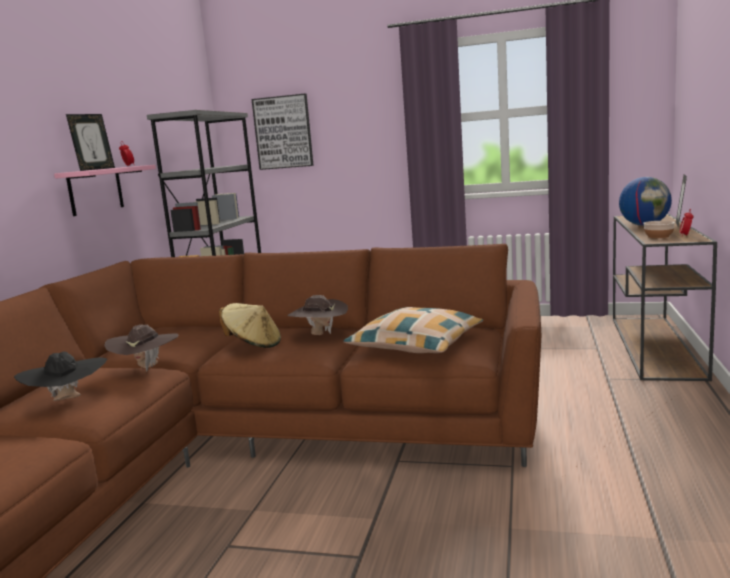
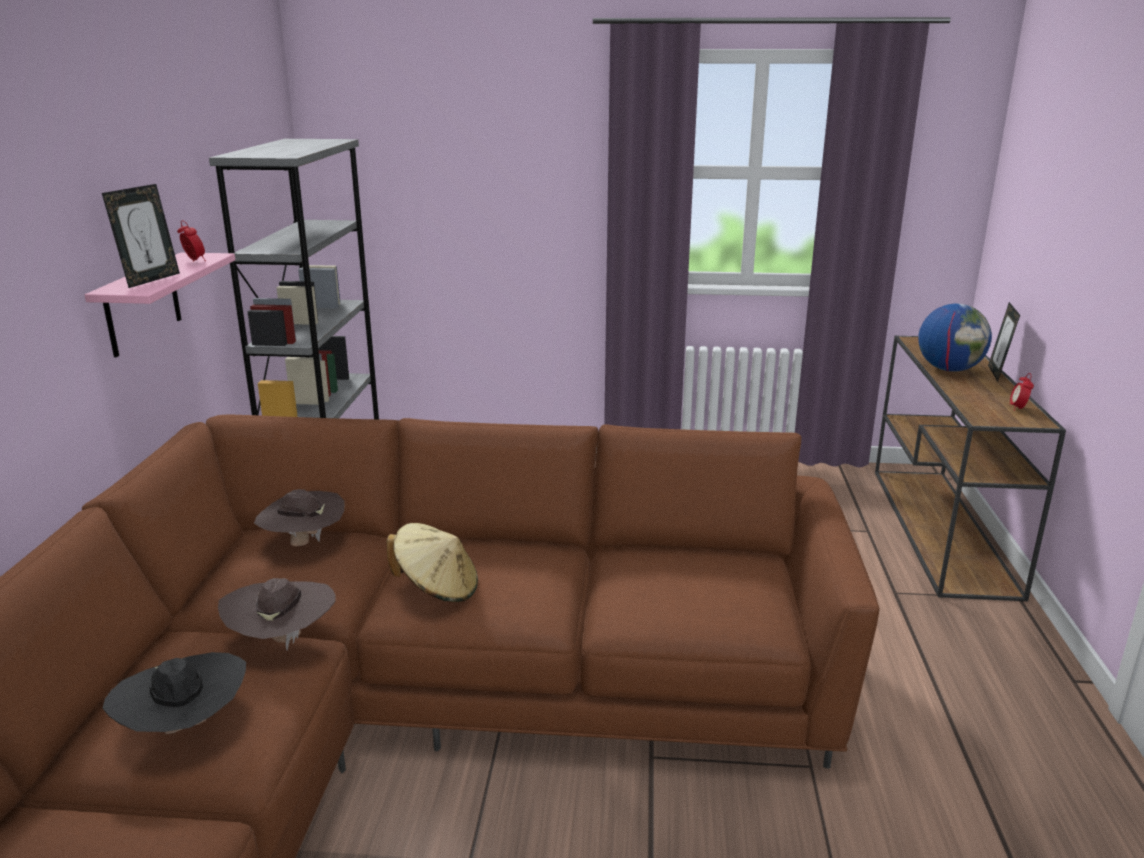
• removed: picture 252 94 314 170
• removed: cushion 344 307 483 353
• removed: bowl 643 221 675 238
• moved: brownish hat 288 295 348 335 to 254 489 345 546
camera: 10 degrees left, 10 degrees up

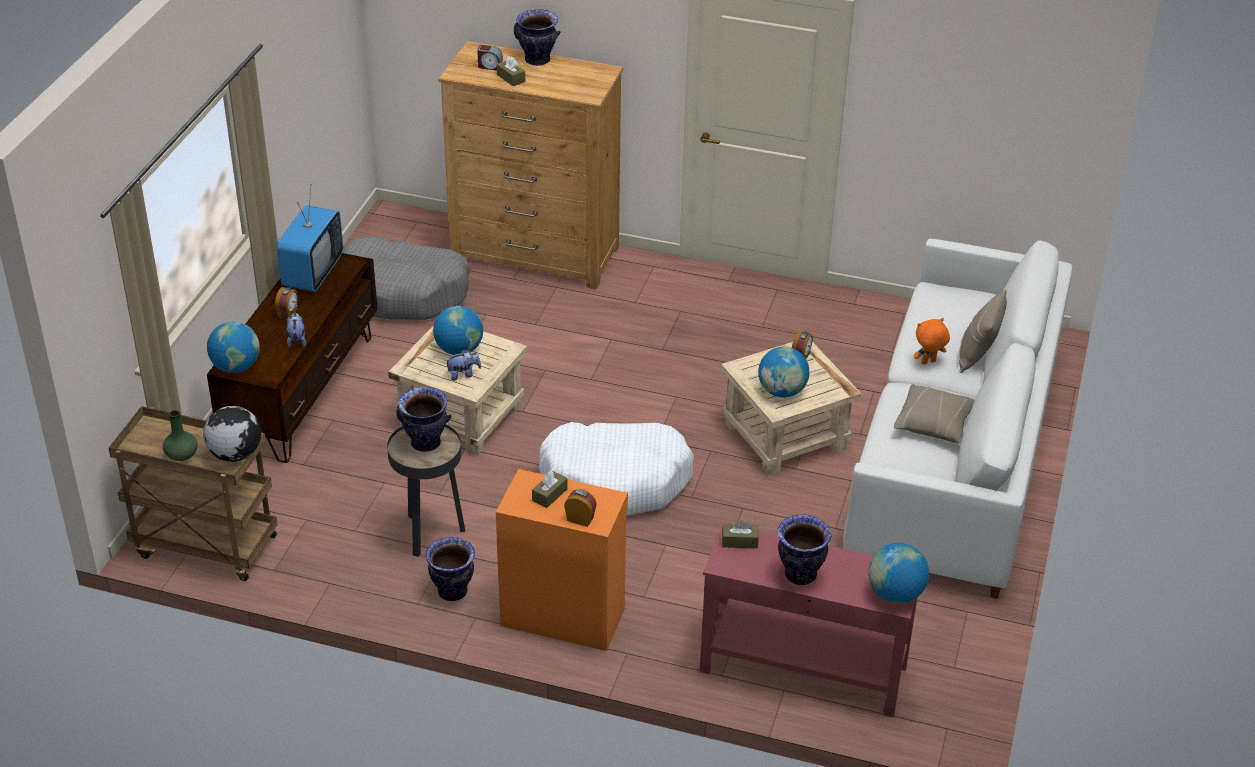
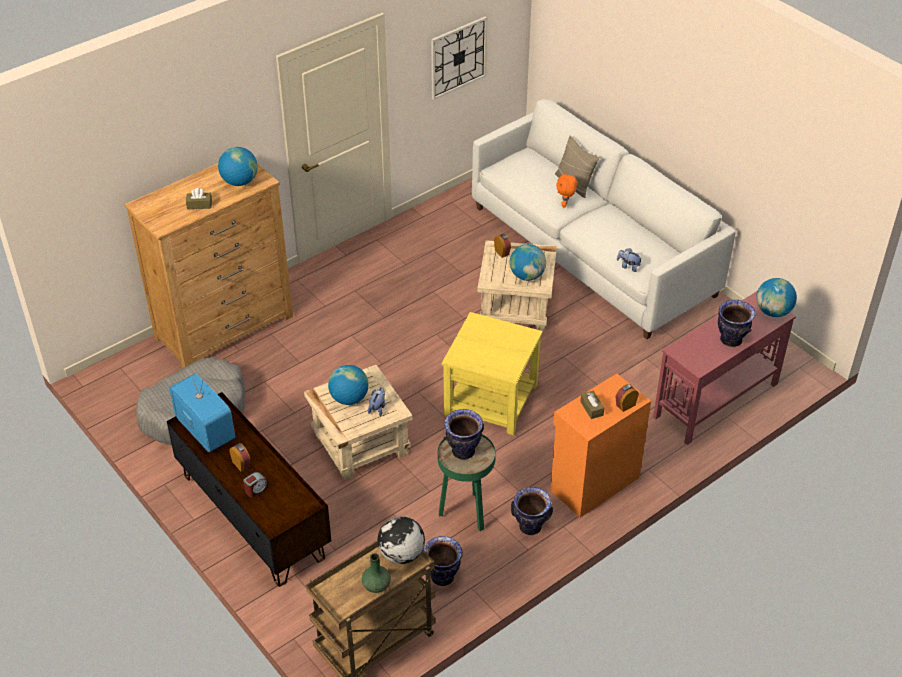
• removed: brownish tissue holder 722 520 759 549
• removed: beige cushion 894 384 975 443
• added: wall clock 431 16 487 100
• moved: desk globe 207 322 260 373 to 218 147 258 186
• moved: cuddly toy 286 313 306 348 to 617 248 643 272
• moved: table clock 477 45 503 70 to 243 472 268 498
• moved: vase 514 9 561 66 to 424 536 463 586
• replaced: white dog cushion 539 422 694 516 to yellowish side table 441 312 543 435
• recoloured: black side table 387 425 465 557 to green side table 438 434 495 531
camera: 55 degrees left, 5 degrees up

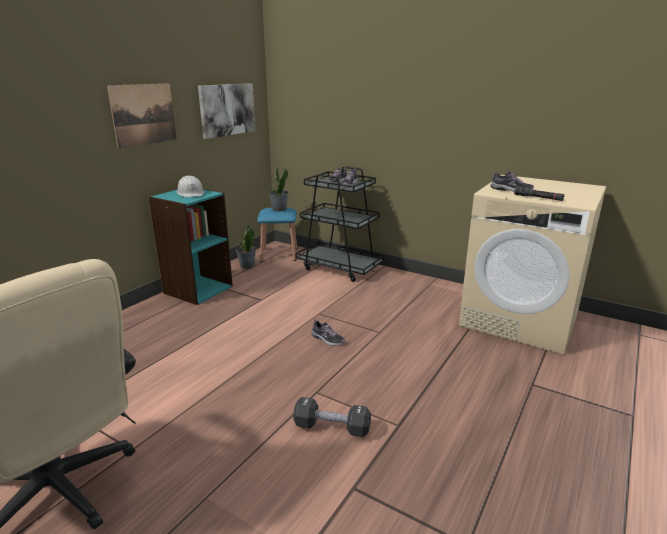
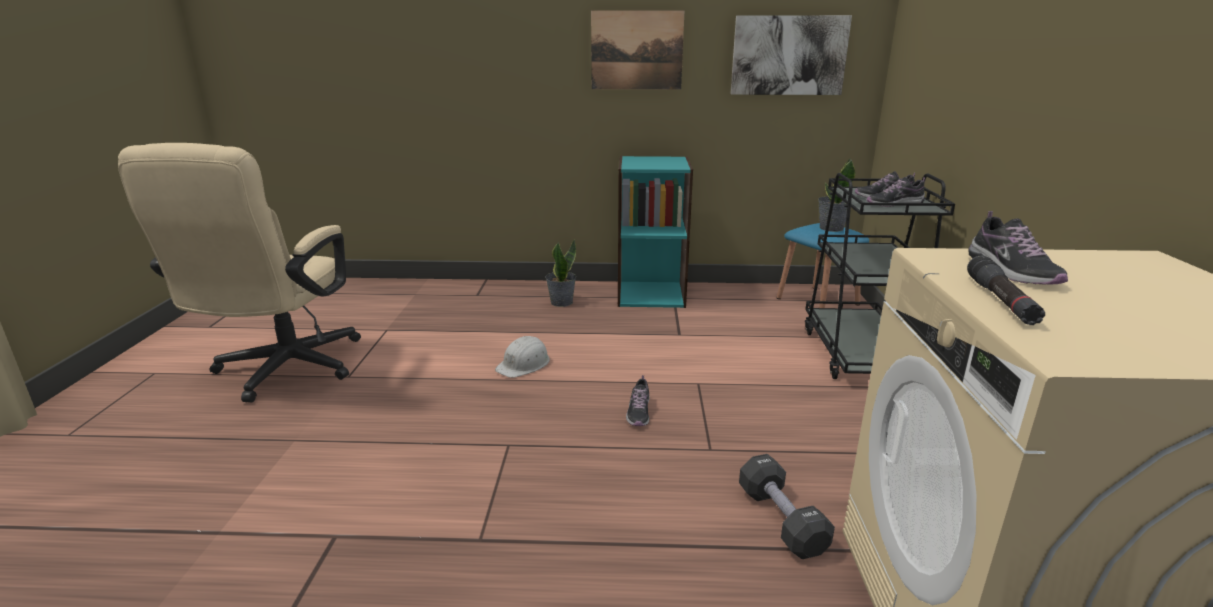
• moved: white safety helmet 177 175 204 197 to 495 336 550 378
• moved: potted plant 236 224 256 269 to 545 239 576 307
• moved: black hand weight 293 397 371 437 to 739 454 835 559
camera: 60 degrees right, 0 degrees up

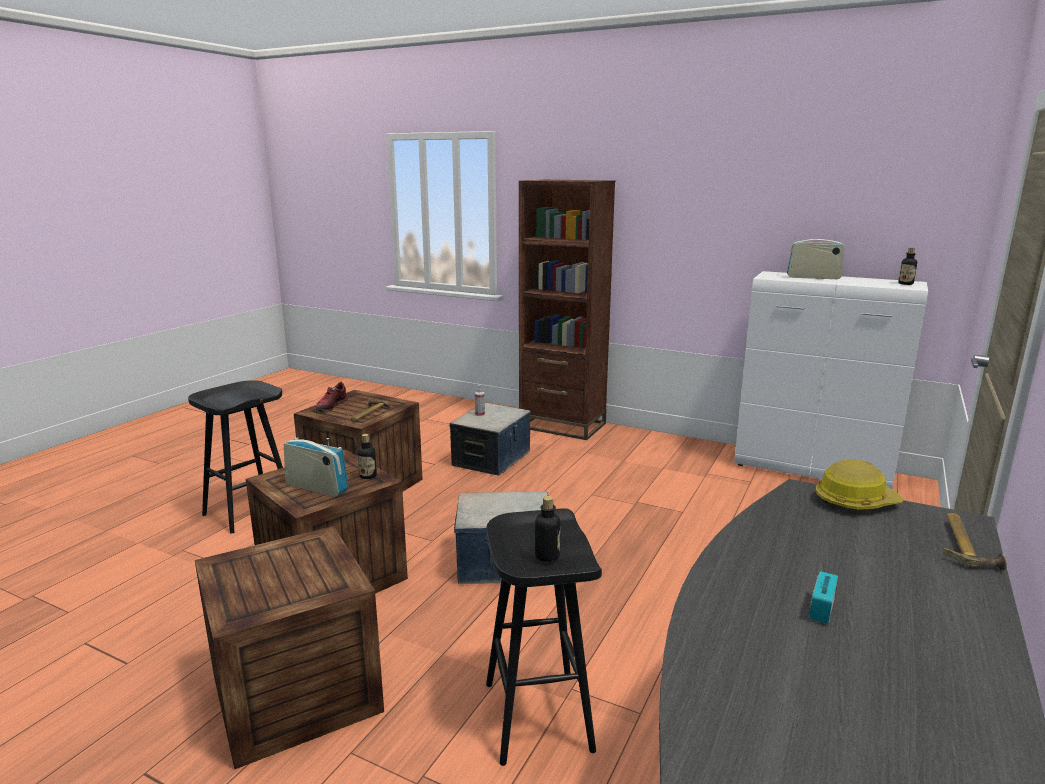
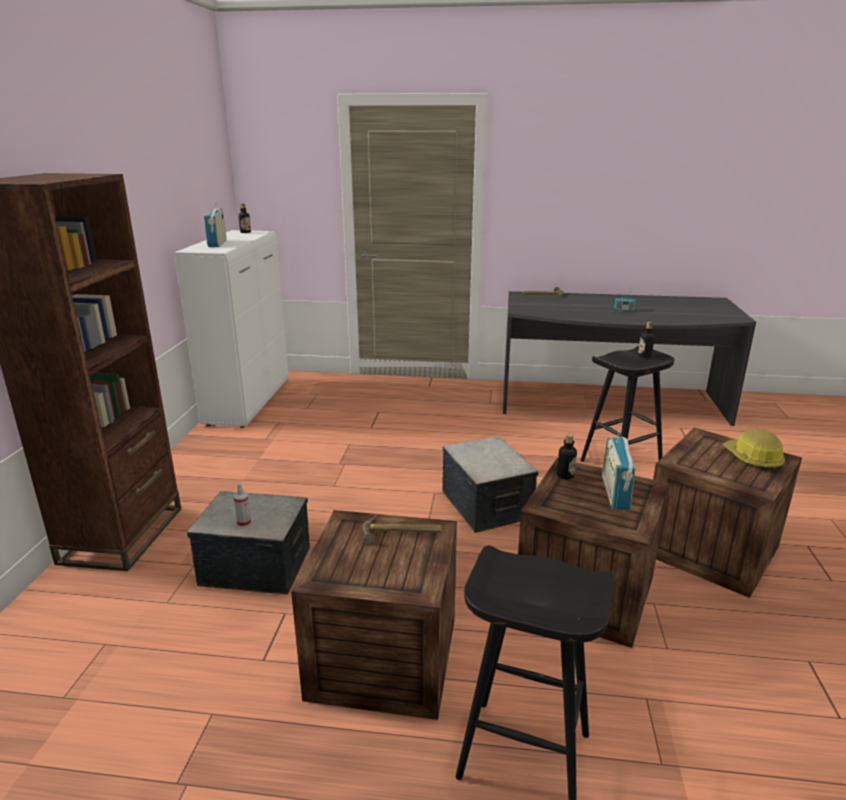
• removed: shoe 315 382 348 412
• moved: safety helmet 815 460 904 510 to 723 428 785 470
camera: 110 degrees left, 5 degrees up

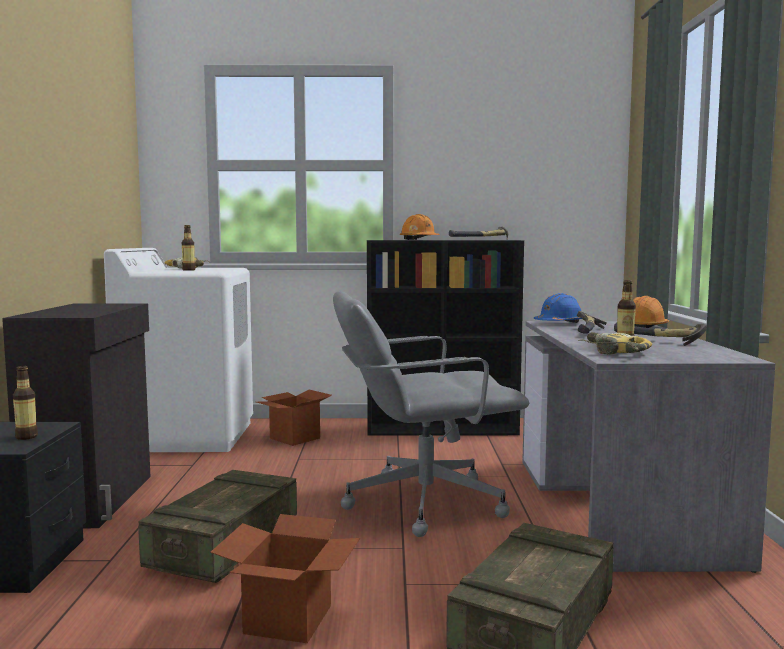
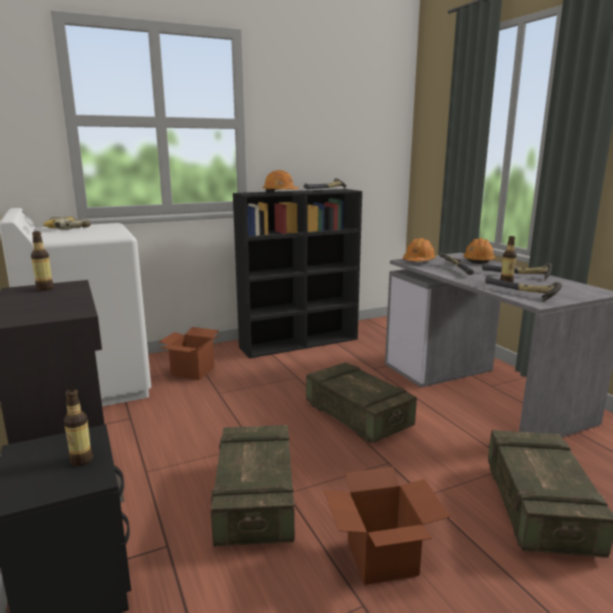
• moved: bottle 182 225 195 271 to 31 231 54 291
• replaced: grey computer chair 333 291 529 537 to shipping crate 306 362 417 443
• replaced: power drill 578 332 652 355 to hammer 485 275 562 302
• recoloured: bluish safety helmet 534 293 582 323 to orange safety helmet 403 238 436 262
camera: 25 degrees left, 10 degrees up

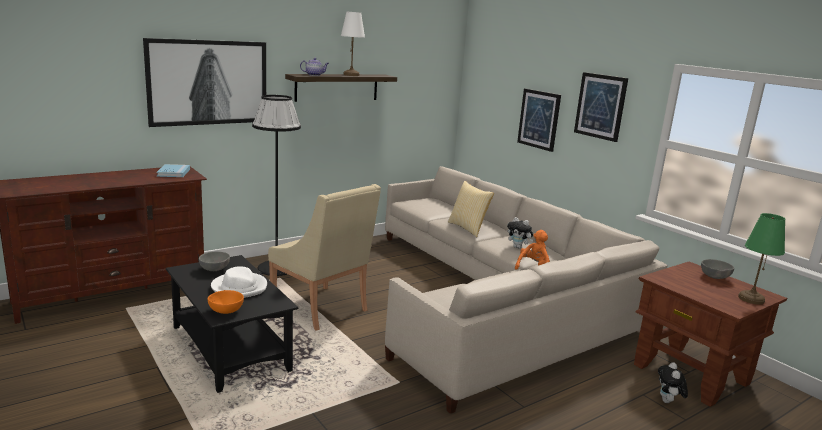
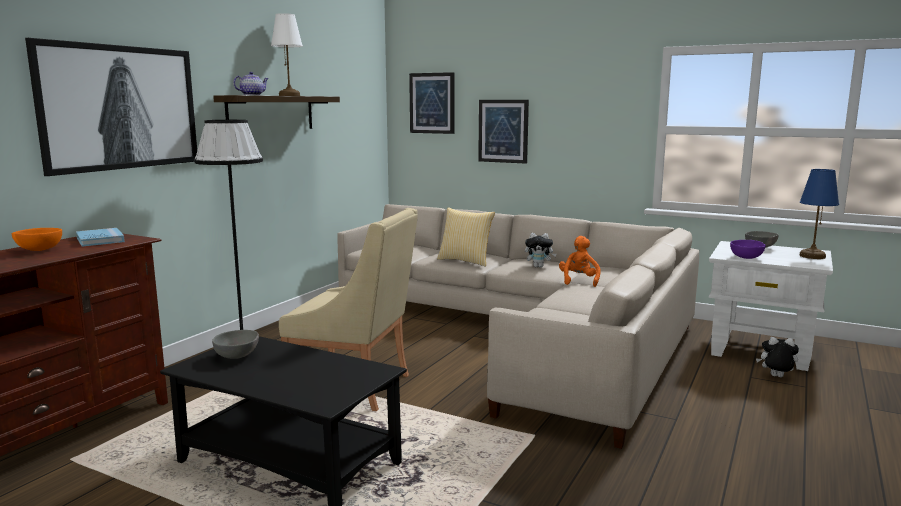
• removed: white hat 211 266 267 298
• added: purple-coloured bowl 730 240 766 259
• moved: orange bowl 207 290 244 314 to 11 228 62 251
• moved: picture 574 72 628 142 to 409 72 455 134
• recoloured: brownish side table 634 262 787 407 to white side table 709 241 833 371
• recoloured: green table lamp 738 213 785 305 to bluish table lamp 799 169 839 259
• turned: cuddly toy 658 362 688 403 = 756 337 799 377 120 degrees clockwise
camera: 25 degrees left, 5 degrees down

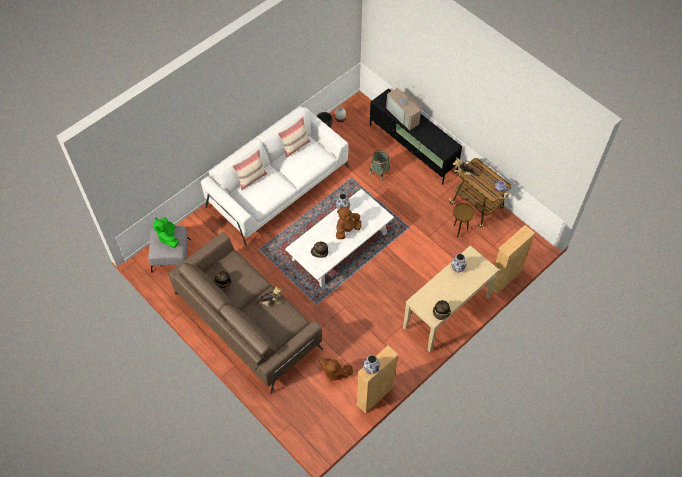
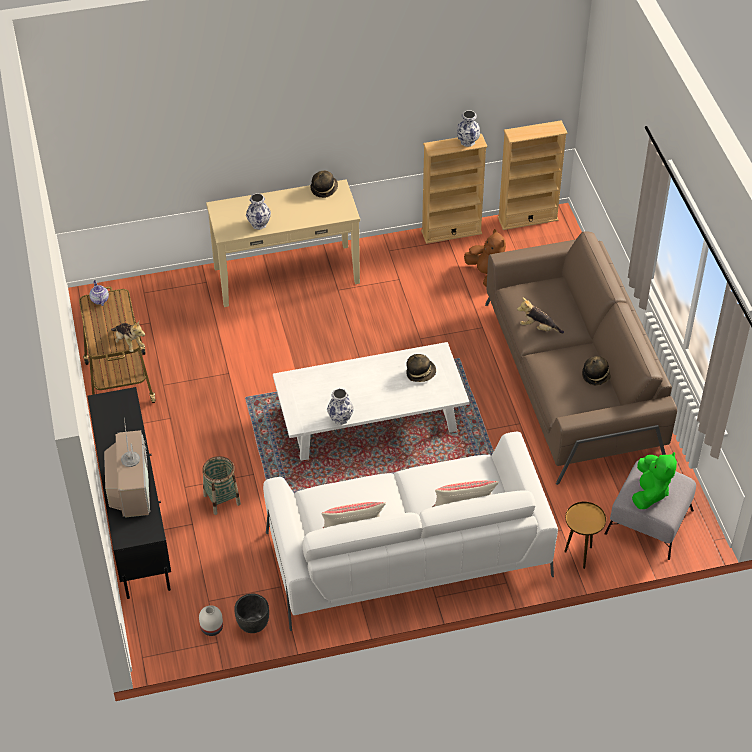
• removed: brownish cuddly toy 336 206 361 239
• moved: brownish side table 453 203 475 237 to 564 502 606 569
• moved: beige bookshelf 493 225 535 294 to 498 120 568 230
camera: 150 degrees left, 10 degrees down

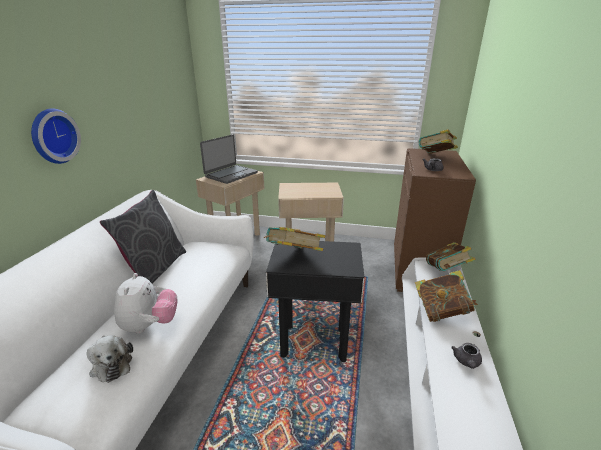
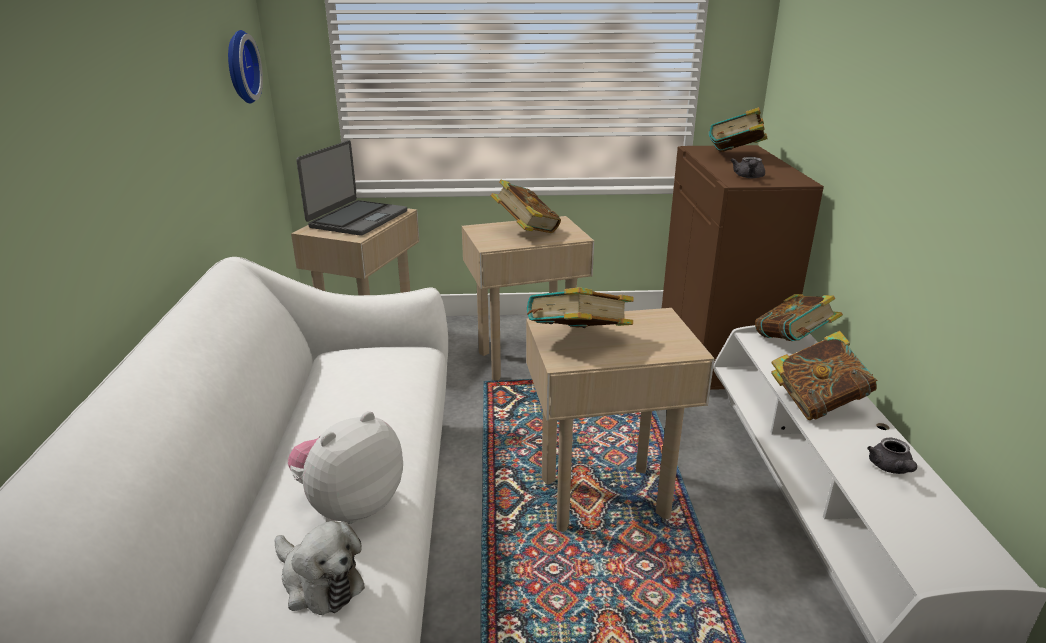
• removed: grey cushion 100 190 186 284
• added: book 491 180 561 233
• moved: wall clock 31 108 81 164 to 228 30 263 104
• recoloured: black side table 266 241 365 362 to beige side table 526 308 715 532
• turned: cuddly toy 114 273 178 334 = 288 411 403 524 120 degrees counterclockwise
camera: 15 degrees left, 0 degrees up

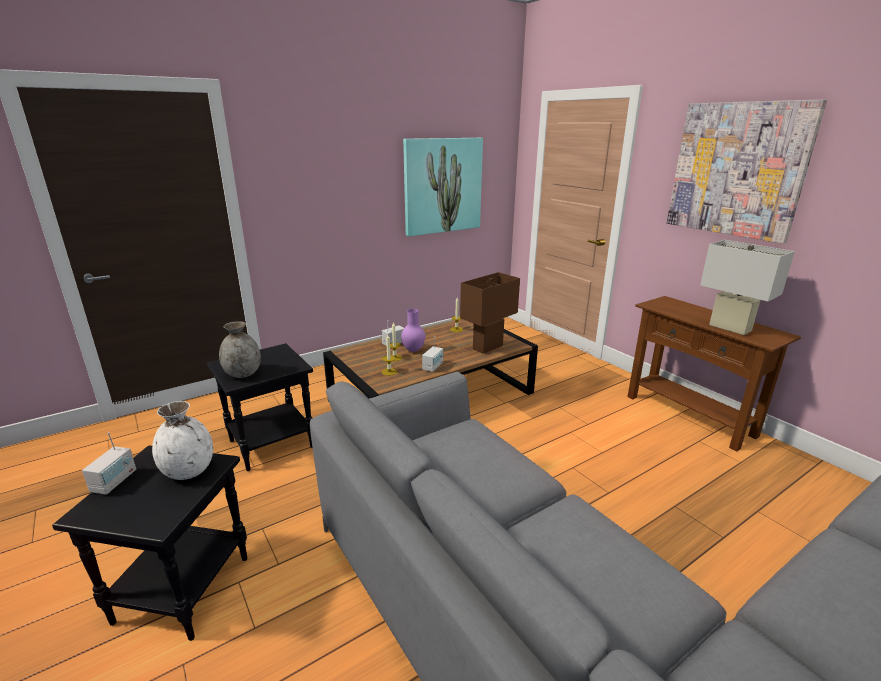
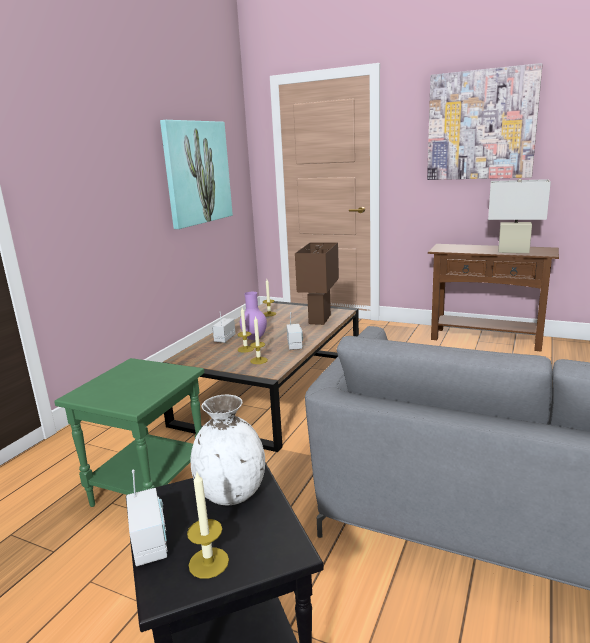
• removed: grey vase 219 321 261 378
• added: wax light 187 472 229 579
• recoloured: black side table 207 343 313 471 to green side table 54 358 204 507
camera: 30 degrees left, 5 degrees down

